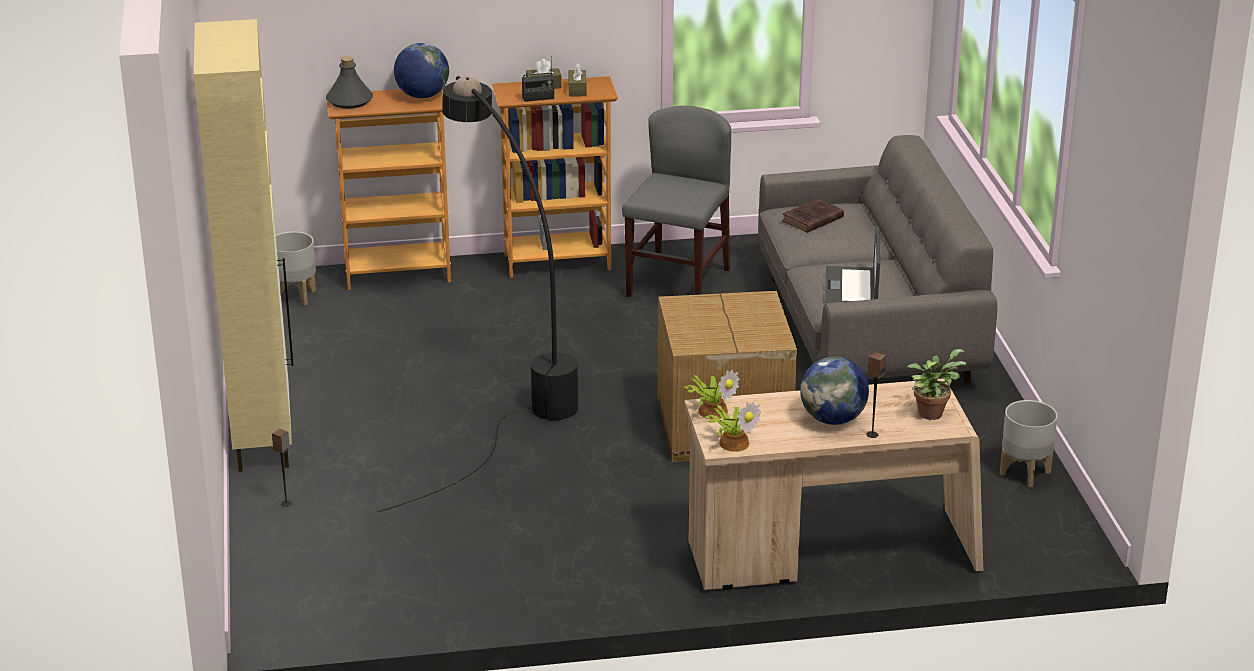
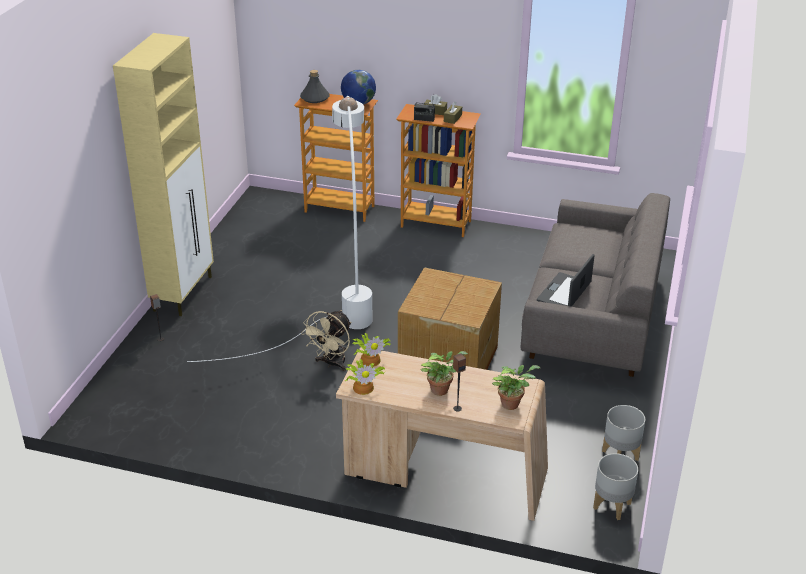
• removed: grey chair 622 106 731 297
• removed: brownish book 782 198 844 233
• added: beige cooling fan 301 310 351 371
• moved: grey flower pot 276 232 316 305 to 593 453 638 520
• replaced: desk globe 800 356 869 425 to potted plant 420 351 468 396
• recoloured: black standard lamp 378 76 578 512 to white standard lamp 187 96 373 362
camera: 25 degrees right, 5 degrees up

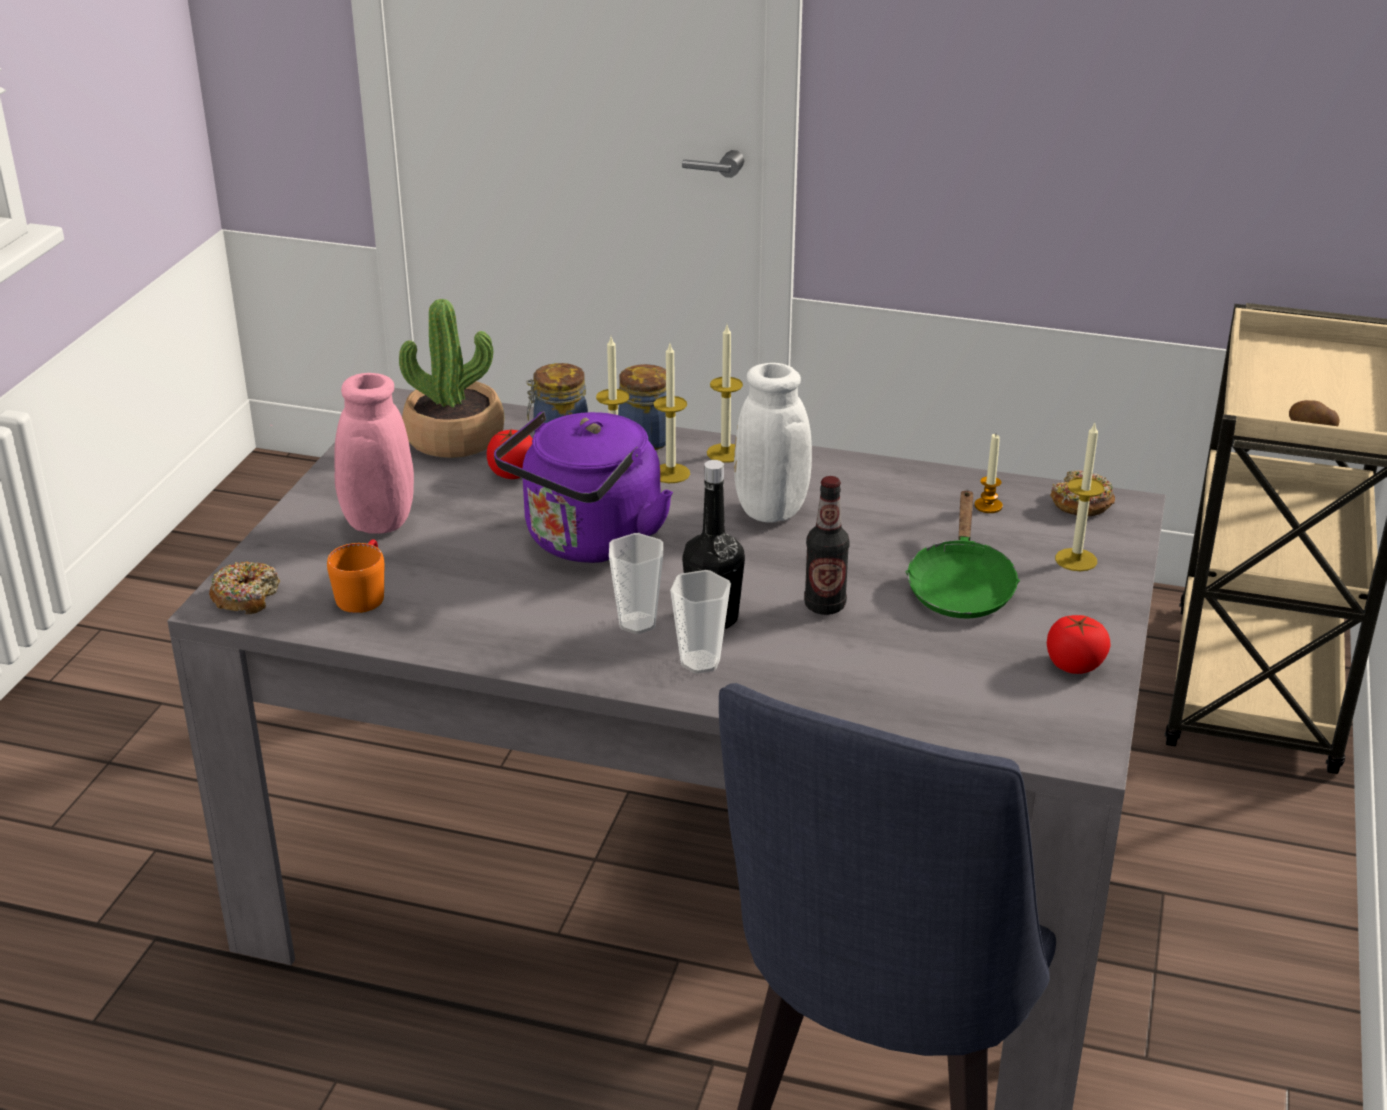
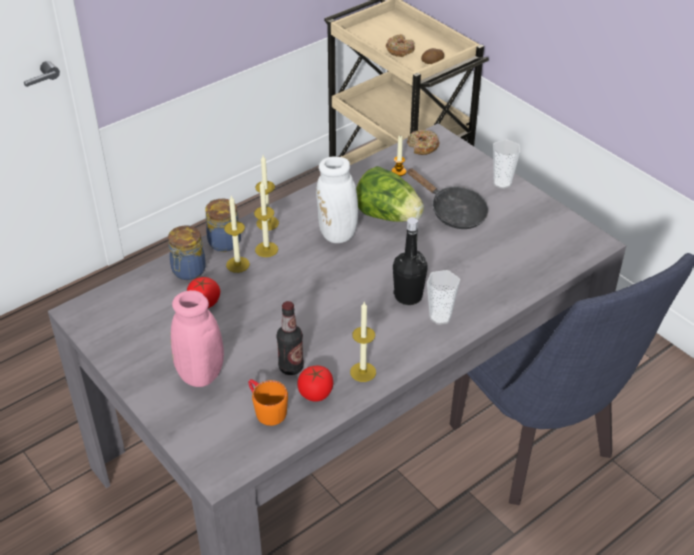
• removed: potted plant 399 299 504 458
• removed: purple-coloured tea kettle 494 411 673 563
• added: lettuce head 356 166 424 222
• moved: ring doughnut 209 561 280 614 to 386 34 415 57
• moved: drinking cup 609 533 663 634 to 493 140 520 189
• moved: bottle 804 476 850 615 to 276 301 304 375
• moved: whole tomato 1047 615 1111 674 to 297 366 333 402
• moved: wax light 1055 421 1104 571 to 350 302 376 382
• recoloured: green skillet 905 490 1020 618 to black skillet 407 168 488 229
camera: 55 degrees left, 10 degrees up

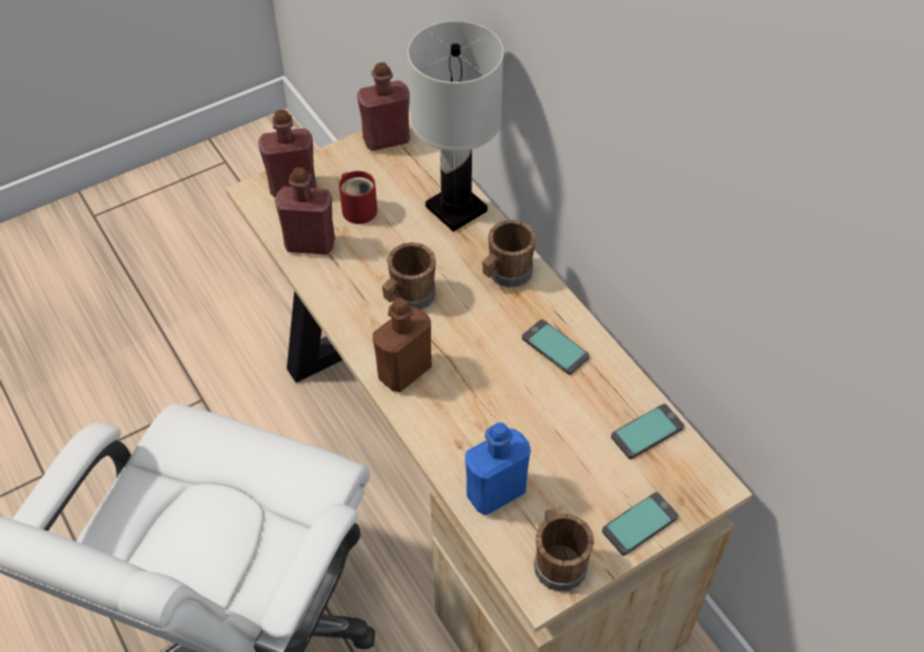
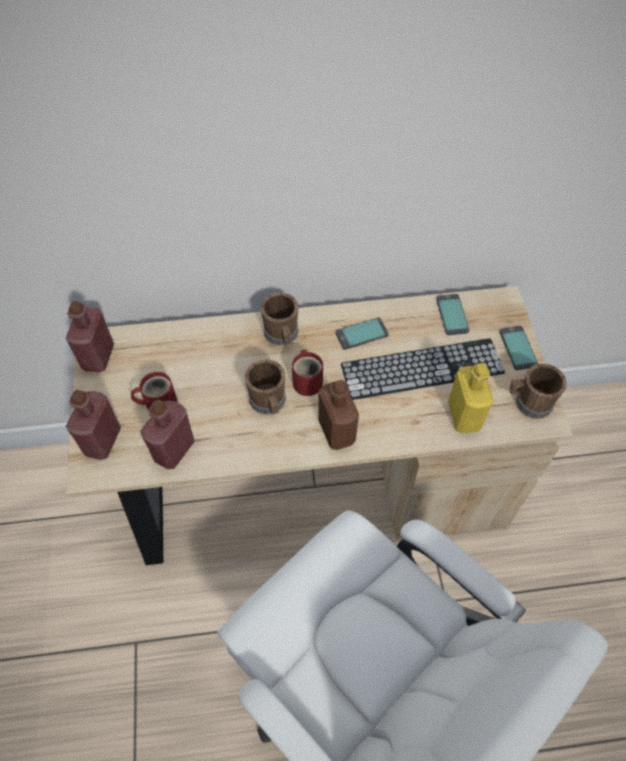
• removed: white table lamp 407 21 504 232
• added: red-coloured coffee mug 292 350 323 396
• added: computer keyboard 341 338 505 400
• recoloured: bluish bottle 465 422 531 515 to yellowish bottle 448 363 494 433
camera: 65 degrees left, 5 degrees up

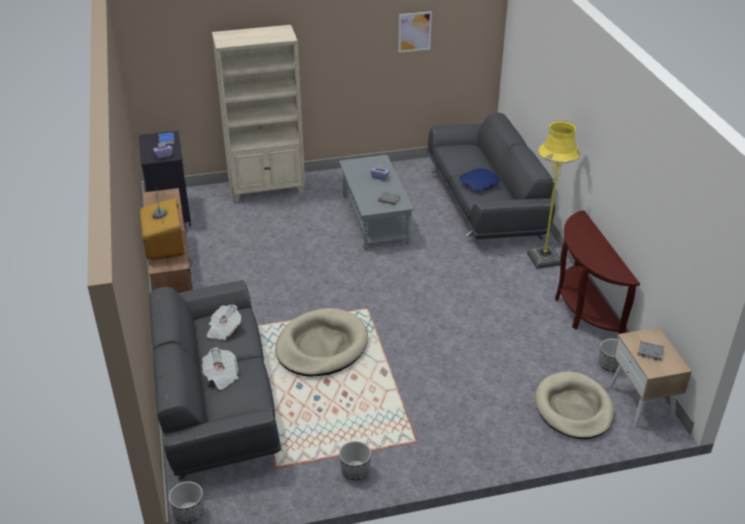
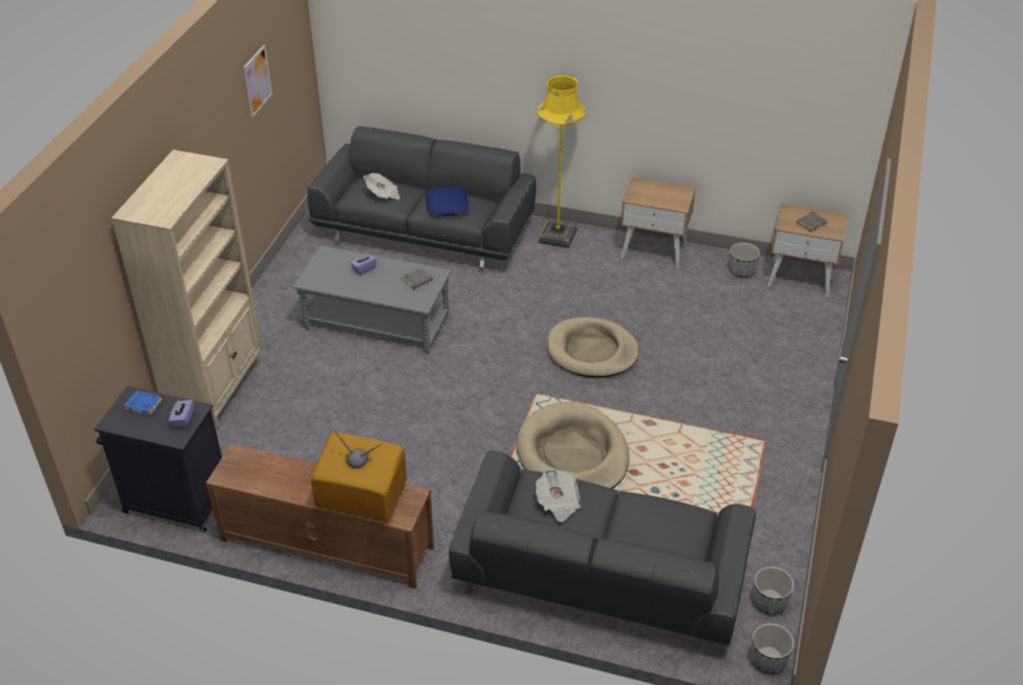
• moved: printed paper 202 348 239 390 to 363 173 400 200
• moved: flower pot 339 441 371 480 to 752 567 794 615
• moved: beige dog cushion 535 371 614 439 to 547 317 639 378
• replaced: brownish console table 555 210 640 334 to beige night table 621 177 696 268
camera: 60 degrees left, 5 degrees up

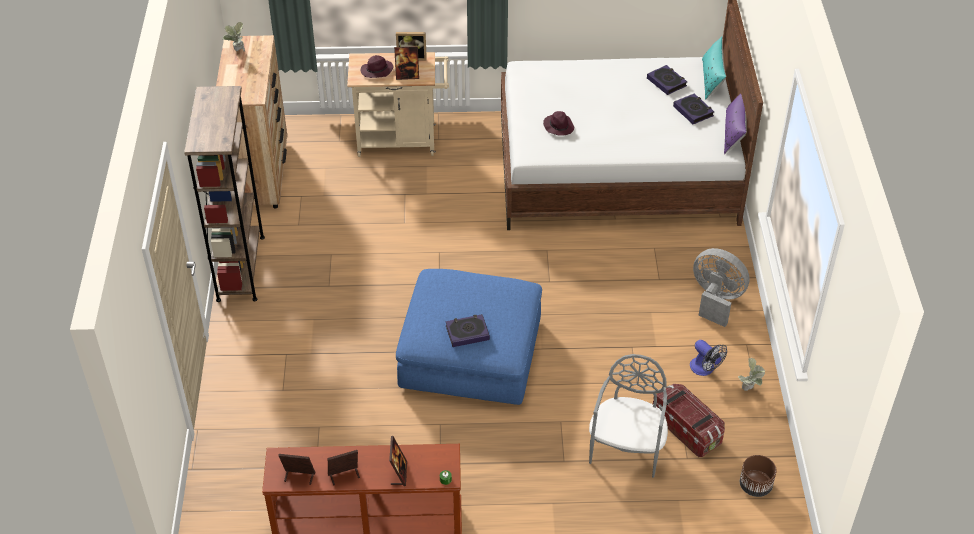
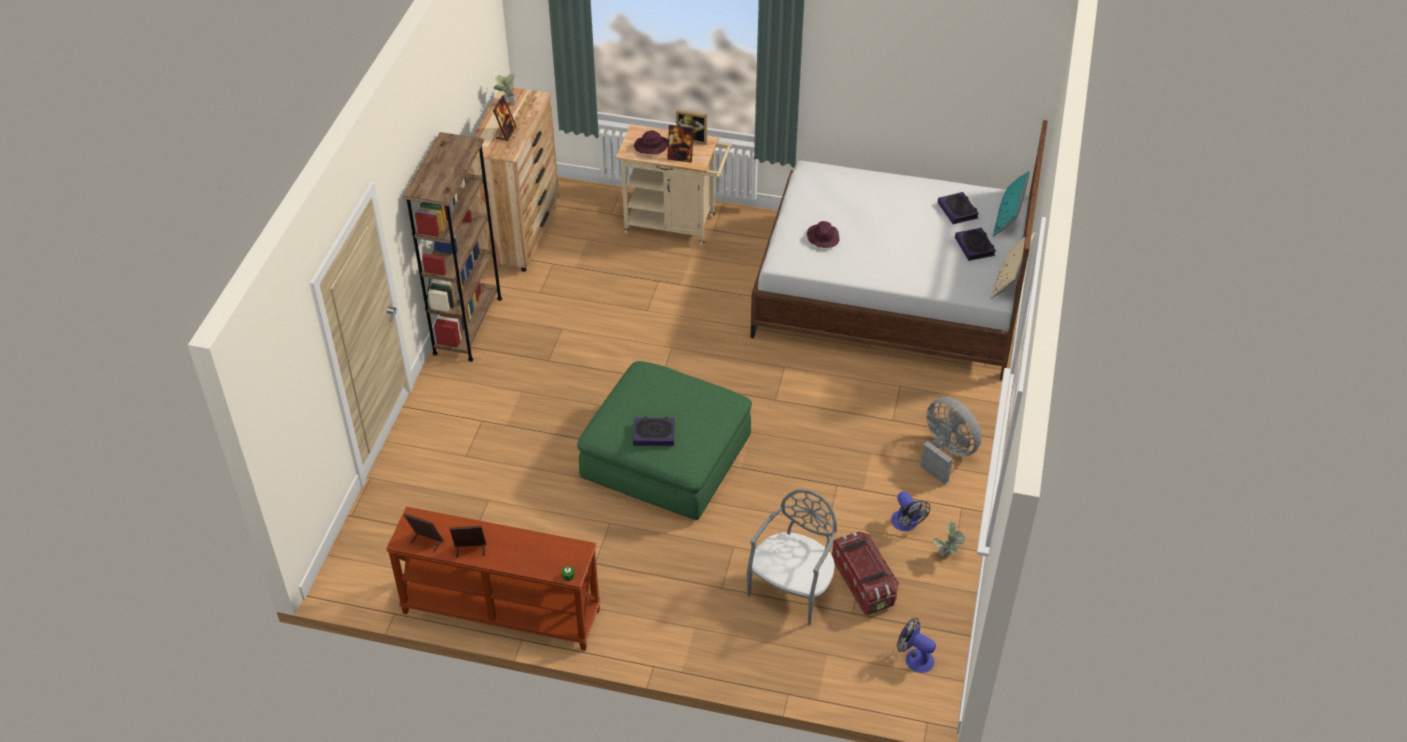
• moved: photo frame 389 436 407 486 to 493 96 516 141
• replaced: brownish flower pot 740 455 777 497 to cooling fan 897 618 936 673
• recoloured: bluish pouffe 396 269 542 405 to green pouffe 577 361 752 520
• recoloured: purple-coloured cushion 724 94 747 154 to beige cushion 991 232 1036 299
camera: 15 degrees right, 0 degrees up

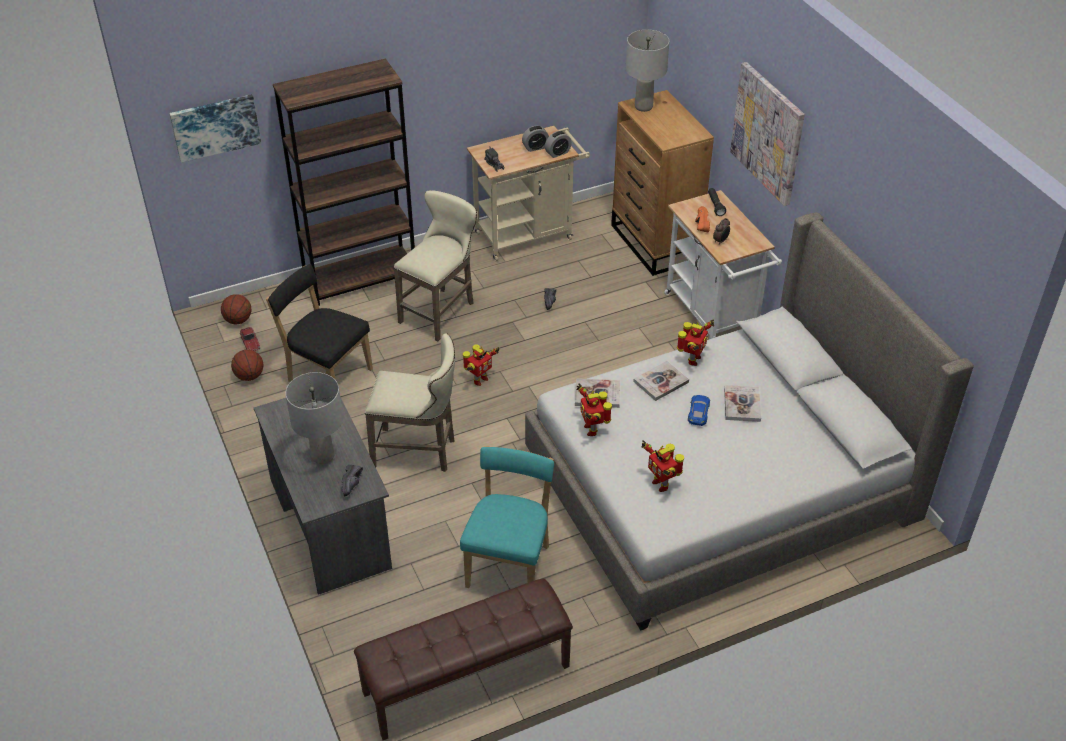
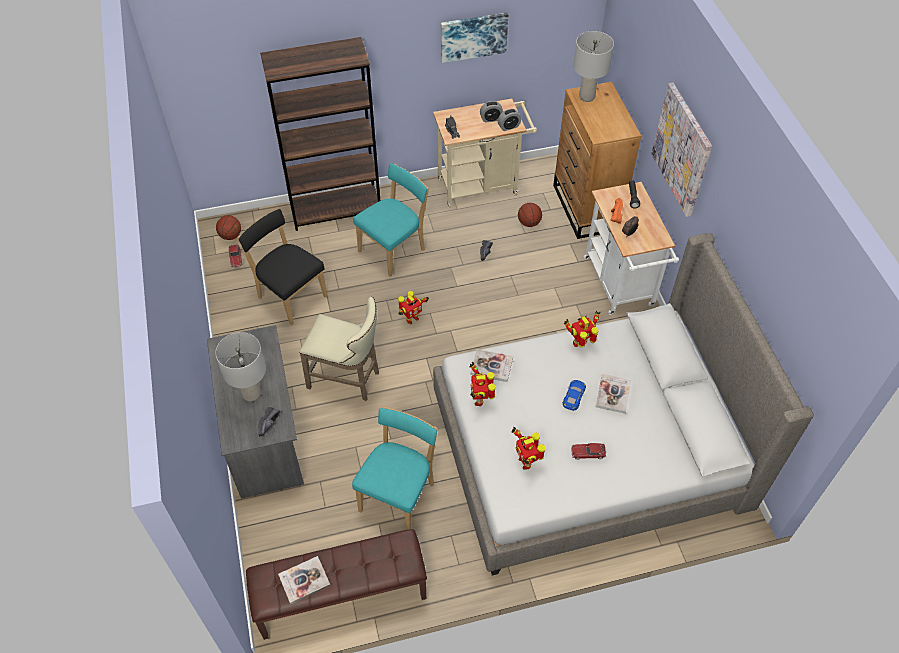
• added: miniature car 571 443 606 460
• moved: picture 169 94 261 163 to 441 12 508 63
• moved: basketball ball 231 350 263 381 to 518 203 542 227
• moved: book 633 361 689 401 to 278 556 330 604
• replaced: beige sitting stool 394 190 478 342 to turquoise chair 353 163 429 277
• turned: toy robot 677 319 714 366 = 564 311 600 348 150 degrees counterclockwise
camera: 10 degrees right, 10 degrees up

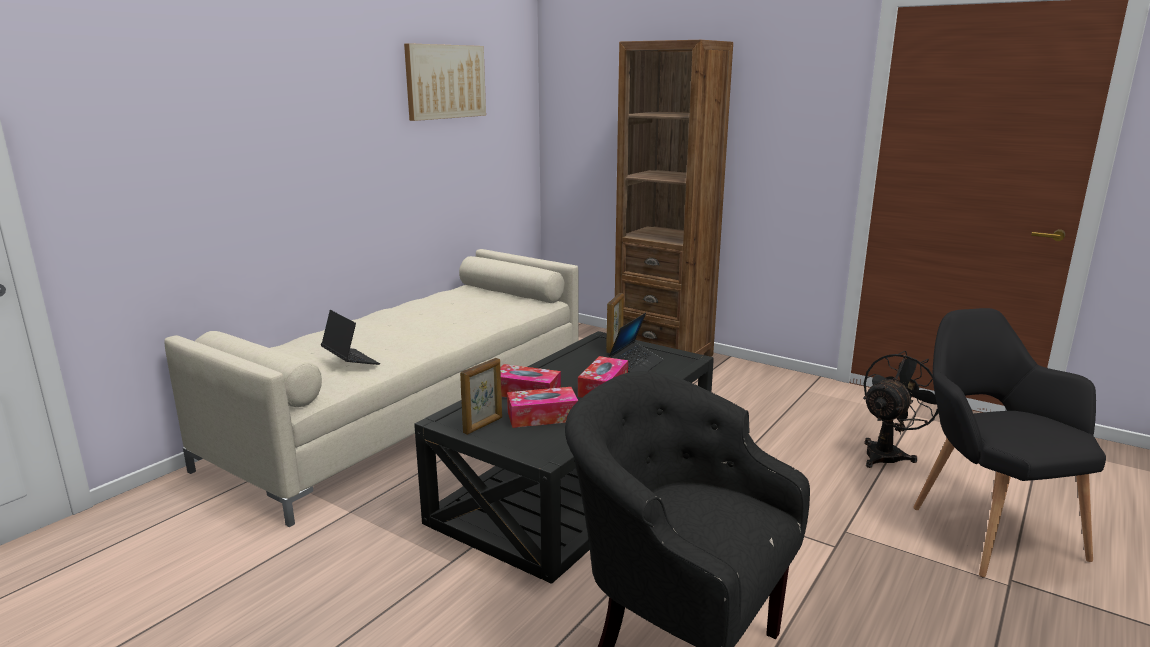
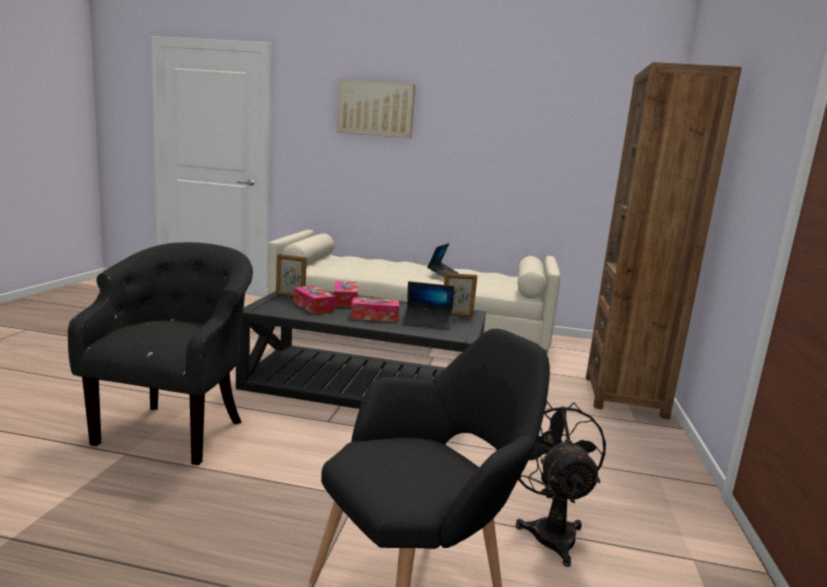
• moved: notebook computer 321 310 380 365 to 427 243 458 278
• moved: picture 404 43 486 121 to 337 79 415 138
• turned: black cooling fan 863 351 938 468 = 516 401 606 567 120 degrees counterclockwise
camera: 65 degrees right, 5 degrees down

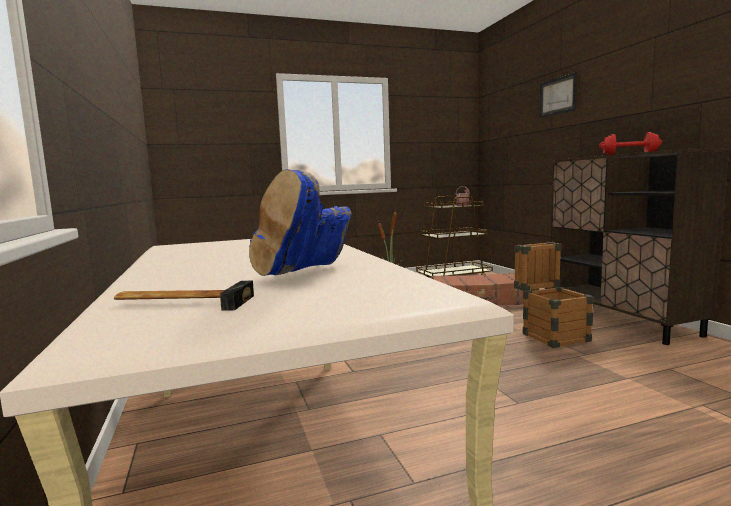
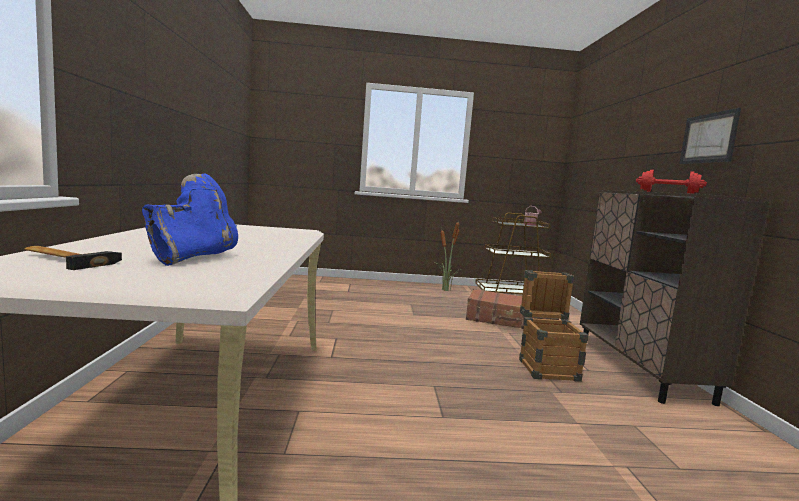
• moved: picture 539 72 577 118 to 679 108 741 164
• turned: bluish high-top boot 249 169 352 276 = 142 174 238 266 150 degrees clockwise
camera: 15 degrees right, 0 degrees up

